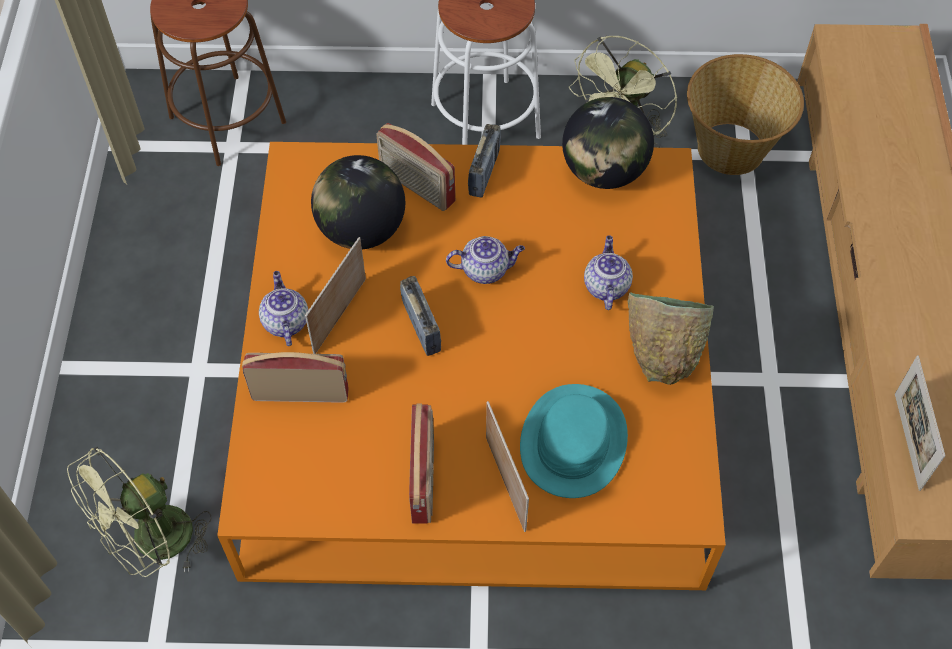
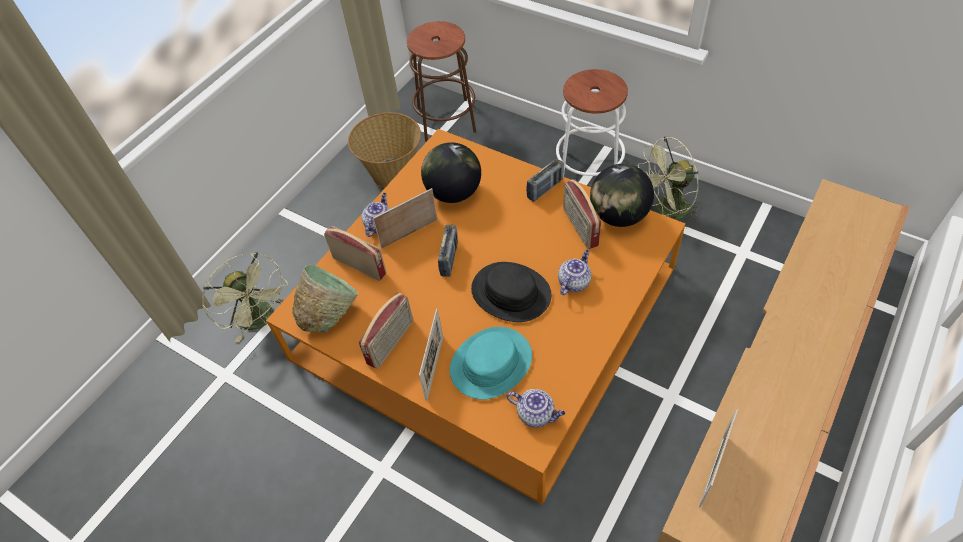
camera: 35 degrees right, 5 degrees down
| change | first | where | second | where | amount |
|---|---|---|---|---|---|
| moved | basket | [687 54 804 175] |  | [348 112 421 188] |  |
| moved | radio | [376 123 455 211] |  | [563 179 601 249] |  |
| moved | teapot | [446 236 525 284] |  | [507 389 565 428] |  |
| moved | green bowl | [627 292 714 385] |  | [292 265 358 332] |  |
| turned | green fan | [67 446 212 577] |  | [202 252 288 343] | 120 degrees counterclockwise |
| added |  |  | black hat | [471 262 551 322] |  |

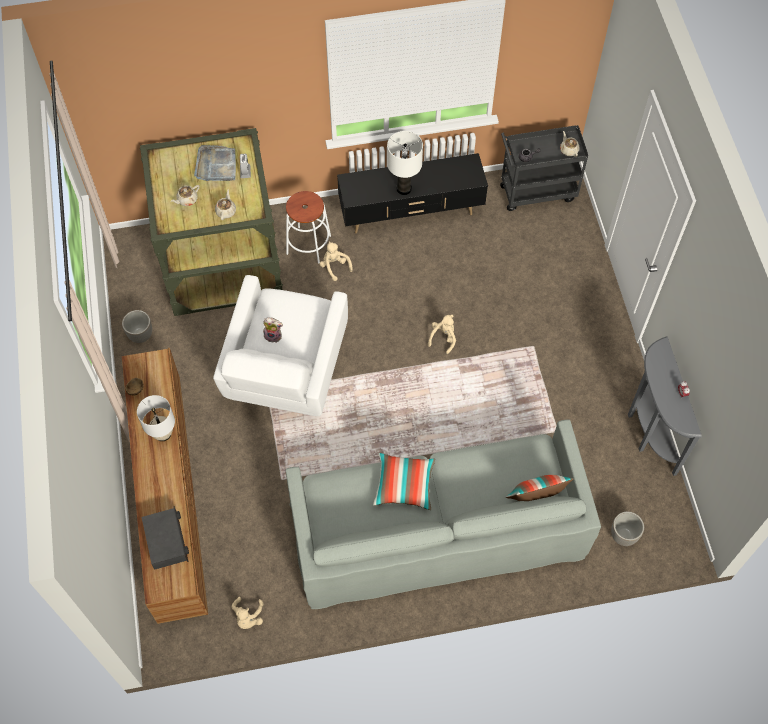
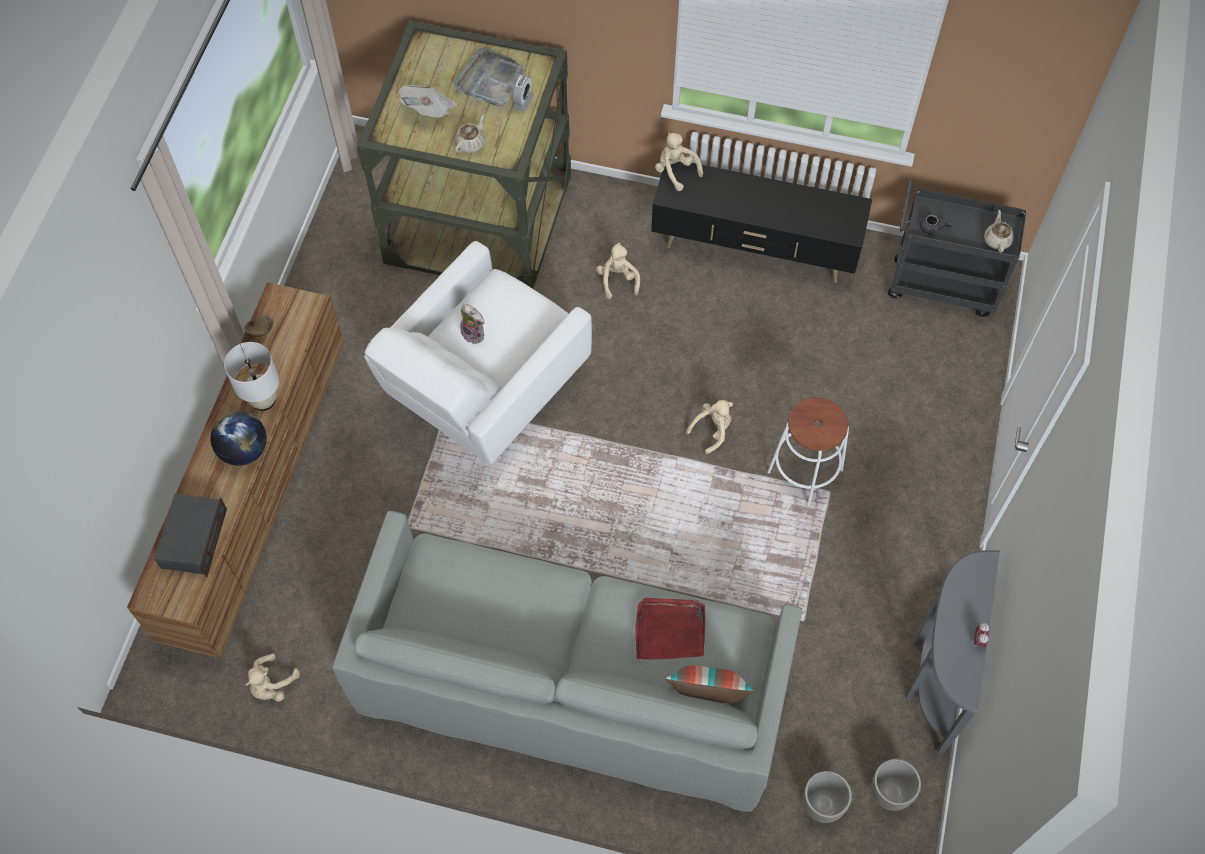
camera: 25 degrees right, 0 degrees up
| change | first | where | second | where | amount |
|---|---|---|---|---|---|
| removed | white table lamp | [387 131 423 195] |  |  |  |
| replaced | beige teapot | [171 185 200 206] | newspaper | [399 85 457 118] |  |
| moved | white stool | [286 191 331 263] |  | [767 397 849 505] |  |
| moved | planter | [122 310 152 343] |  | [871 759 921 811] |  |
| removed | pillow | [373 453 435 510] |  |  |  |
| added |  |  | beige plush toy | [655 132 703 191] |  |
| added |  |  | globe | [210 411 267 466] |  |
| added |  |  | red tray | [635 598 705 660] |  |

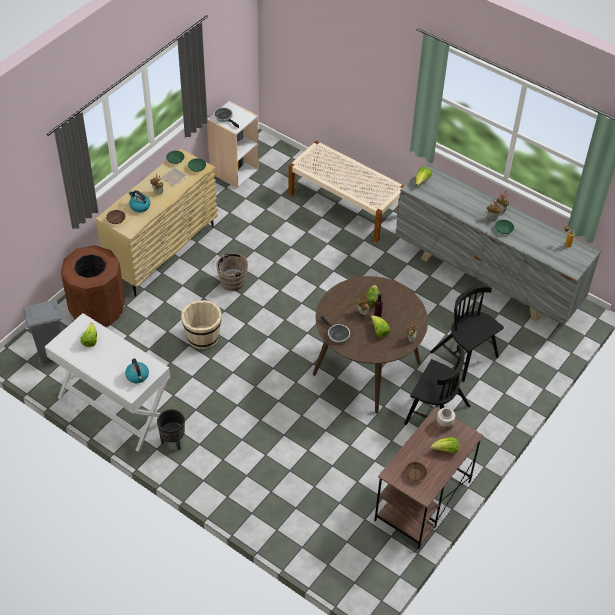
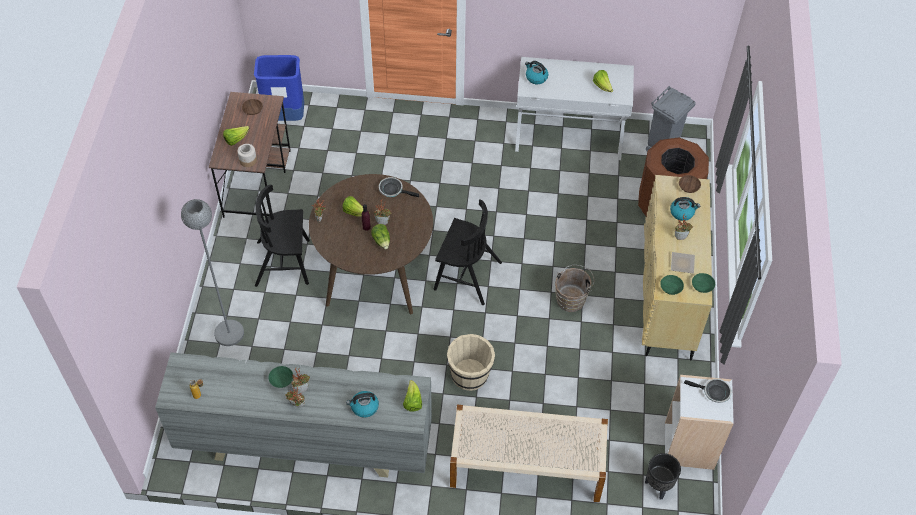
camera: 150 degrees right, 5 degrees up
| change | first | where | second | where | amount |
|---|---|---|---|---|---|
| moved | black chair | [430 285 504 382] |  | [434 200 502 305] |  |
| moved | beige bucket | [181 300 222 349] |  | [447 334 495 391] |  |
| moved | black planter | [157 409 185 451] |  | [645 453 681 500] |  |
| added |  |  | blue trash can | [254 55 304 121] |  |
| added |  |  | grey floor lamp | [181 199 244 346] |  |
| added |  |  | kettle | [346 391 379 417] |  |

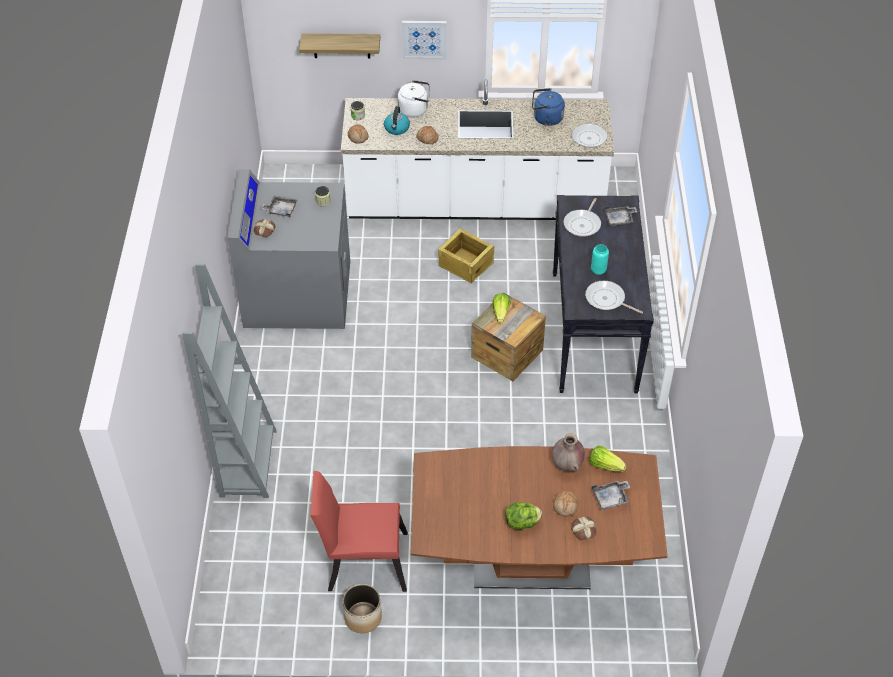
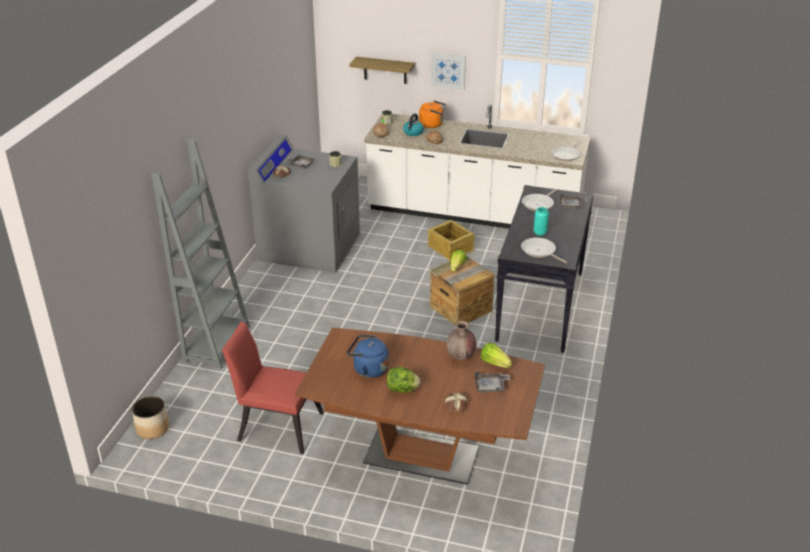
camera: 15 degrees right, 15 degrees down
| change | first | where | second | where | amount |
|---|---|---|---|---|---|
| recoloured | white kettle | [397 80 430 118] | orange kettle | [419 100 446 128] |  |
| moved | blue kettle | [532 88 565 126] |  | [347 335 389 378] |  |
| removed | bread | [553 491 578 517] |  |  |  |
| moved | planter | [343 584 382 633] |  | [132 396 169 439] |  |

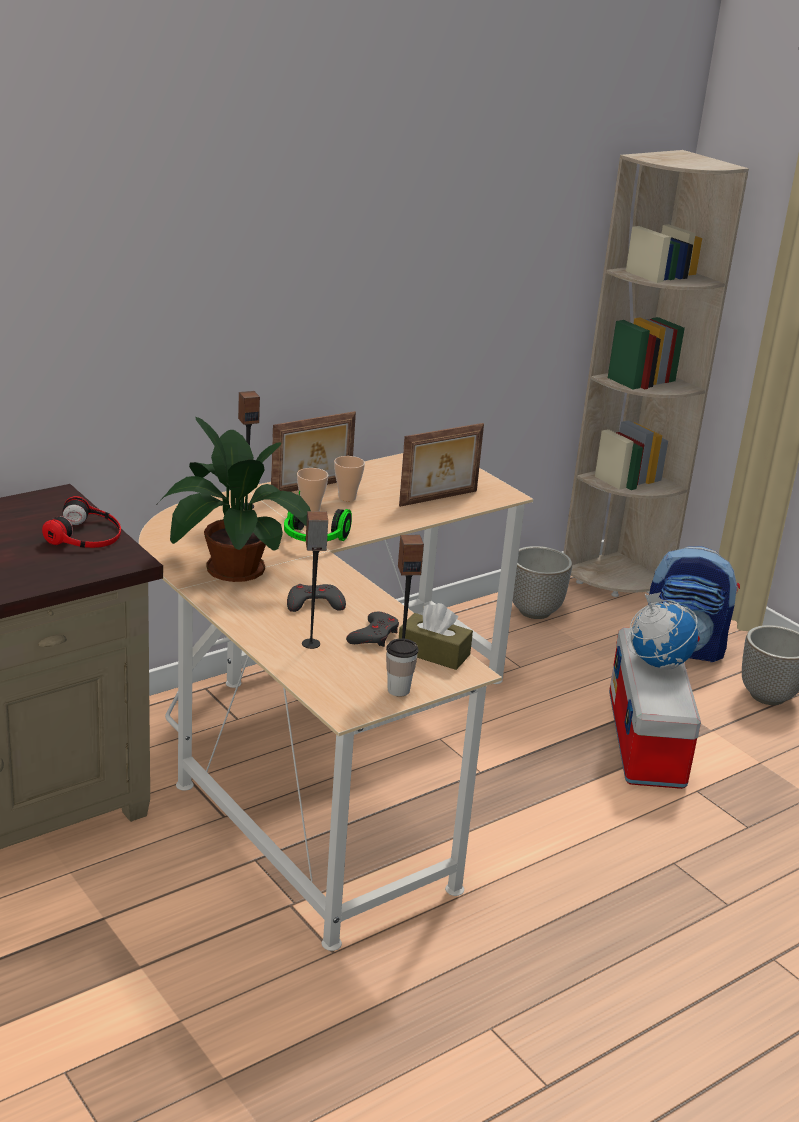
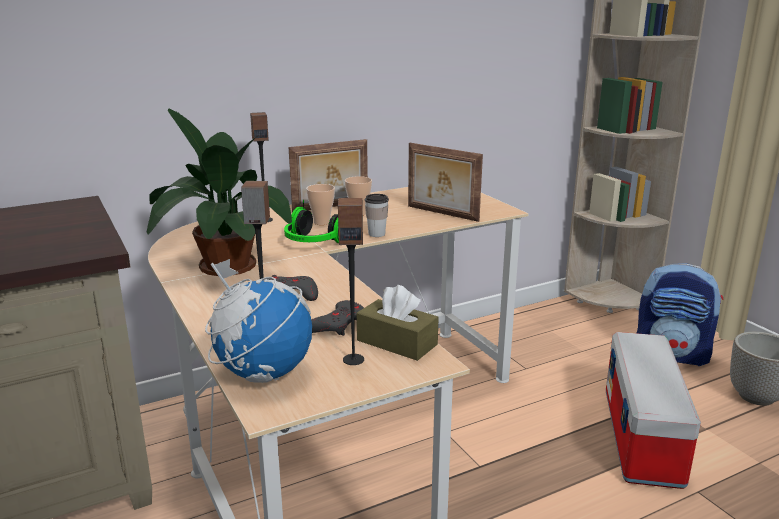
camera: 10 degrees right, 5 degrees down
| change | first | where | second | where | amount |
|---|---|---|---|---|---|
| turned | picture frame | [399 423 484 507] |  | [408 143 483 222] | 60 degrees clockwise |
| removed | headphones | [42 496 121 548] |  |  |  |
| removed | planter | [513 546 572 619] |  |  |  |
| moved | globe | [627 592 698 670] |  | [205 259 312 383] |  |
| moved | cup | [386 638 418 697] |  | [365 194 389 237] |  |

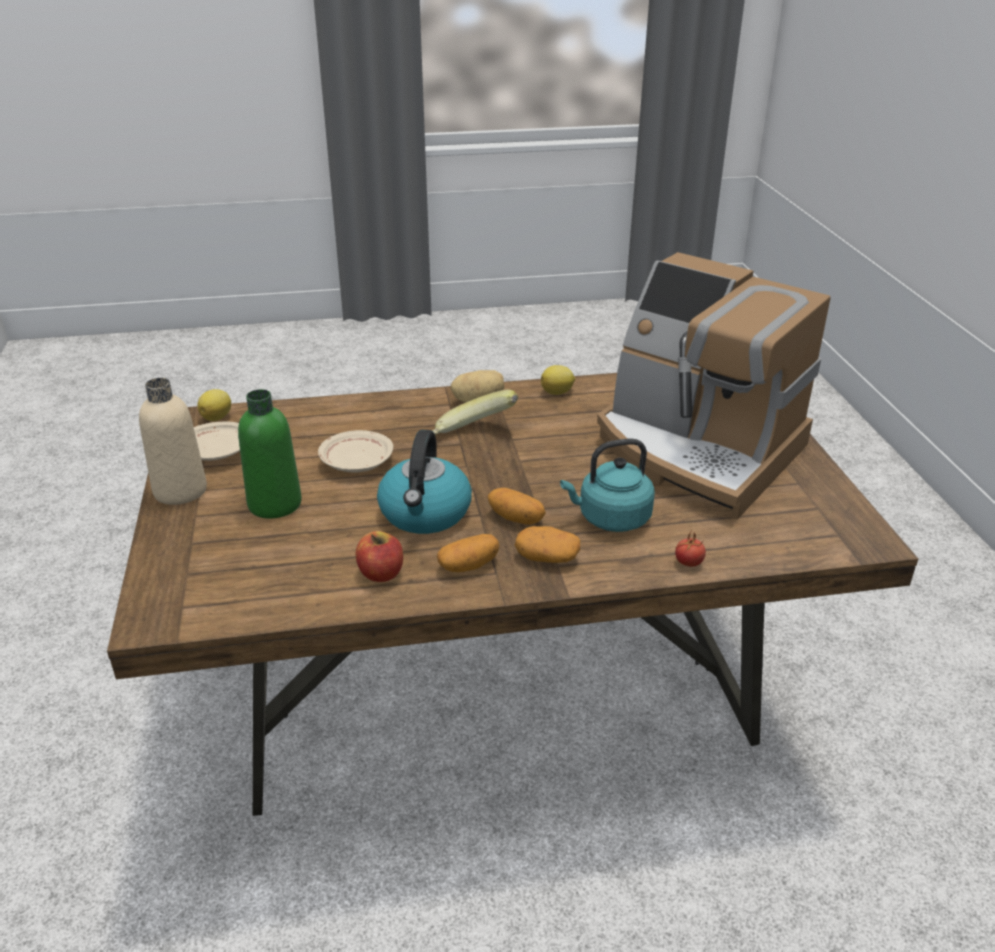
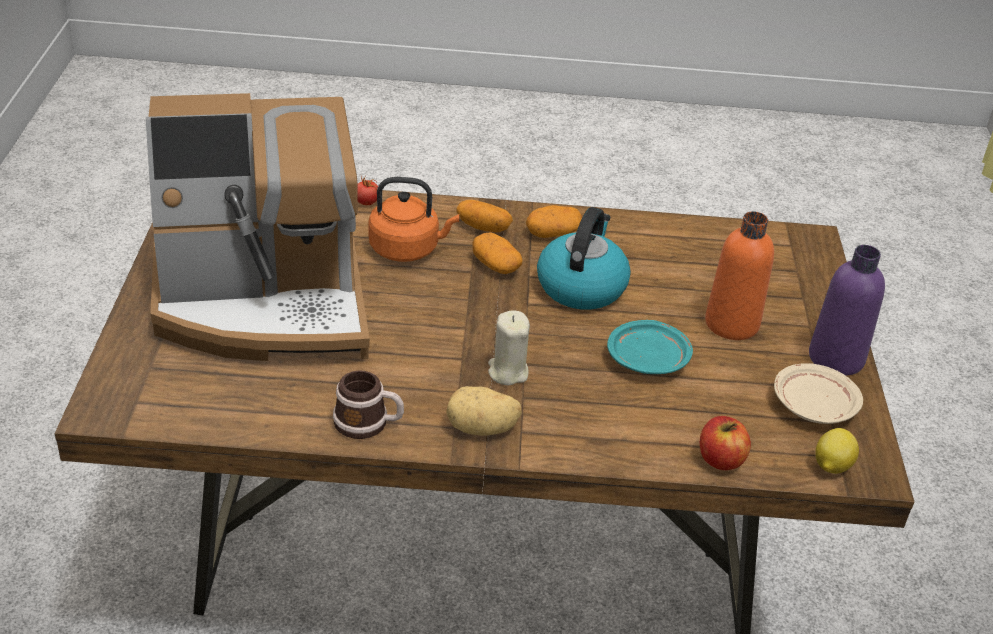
camera: 170 degrees left, 5 degrees up
| change | first | where | second | where | amount |
|---|---|---|---|---|---|
| turned | coffee machine | [597 252 831 520] |  | [146 93 370 361] | 120 degrees clockwise |
| replaced | lemon | [541 365 575 395] | mug | [333 370 404 439] |  |
| recoloured | beige bottle | [139 378 207 505] | purple bottle | [809 245 885 376] |  |
| recoloured | green bottle | [238 389 302 519] | orange bottle | [705 211 774 340] |  |
| replaced | banana | [433 390 518 436] | beige candle | [488 310 530 385] |  |
| recoloured | beige plate | [318 430 393 472] | turquoise plate | [607 320 693 374] |  |
| recoloured | turquoise kettle | [560 438 655 532] | orange kettle | [369 177 459 262] |  |
| moved | apple | [356 531 403 582] |  | [700 416 751 470] |  |

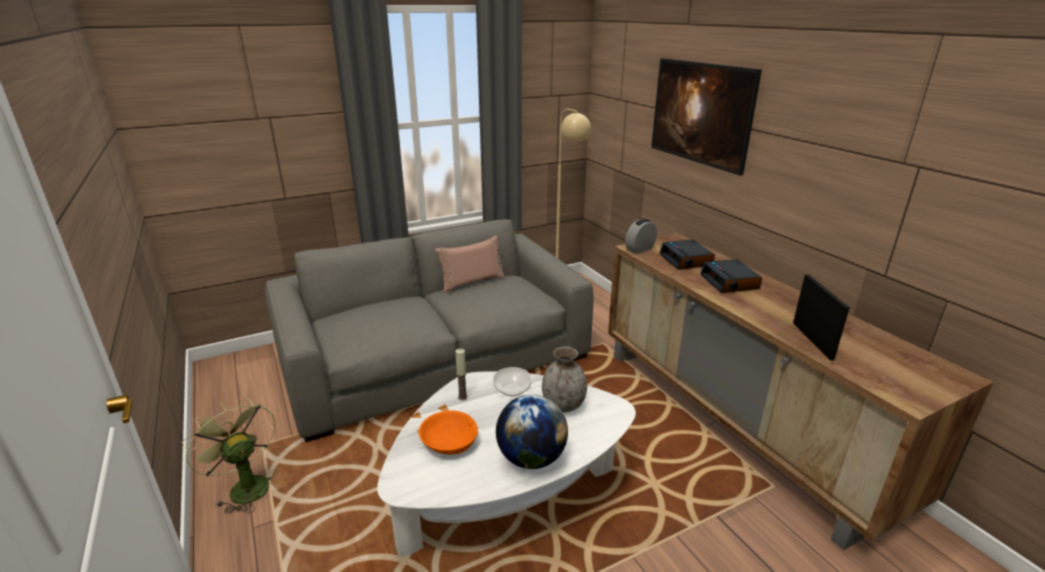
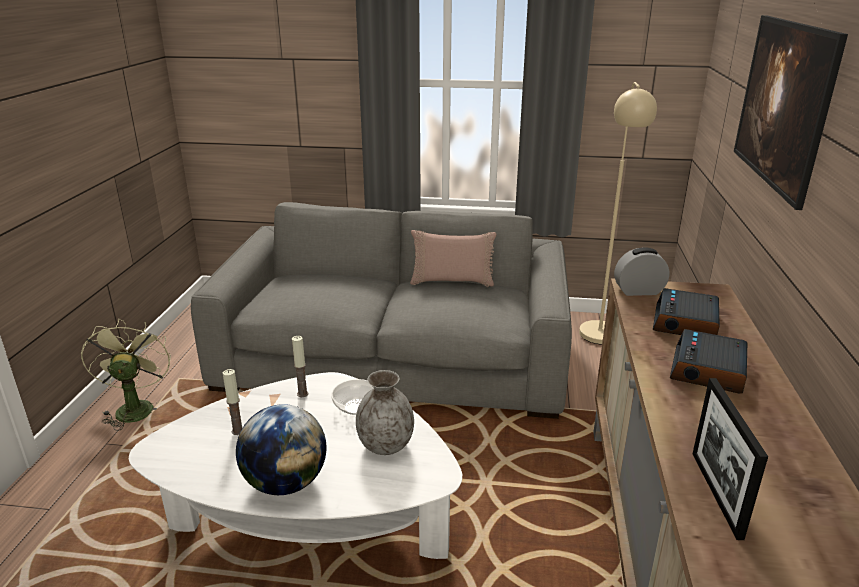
camera: 35 degrees right, 0 degrees up
| change | first | where | second | where | amount |
|---|---|---|---|---|---|
| turned | picture frame | [793 274 850 361] |  | [692 378 768 540] | 150 degrees clockwise |
| replaced | orange bowl | [419 411 478 455] | candle | [223 369 243 435] |  |

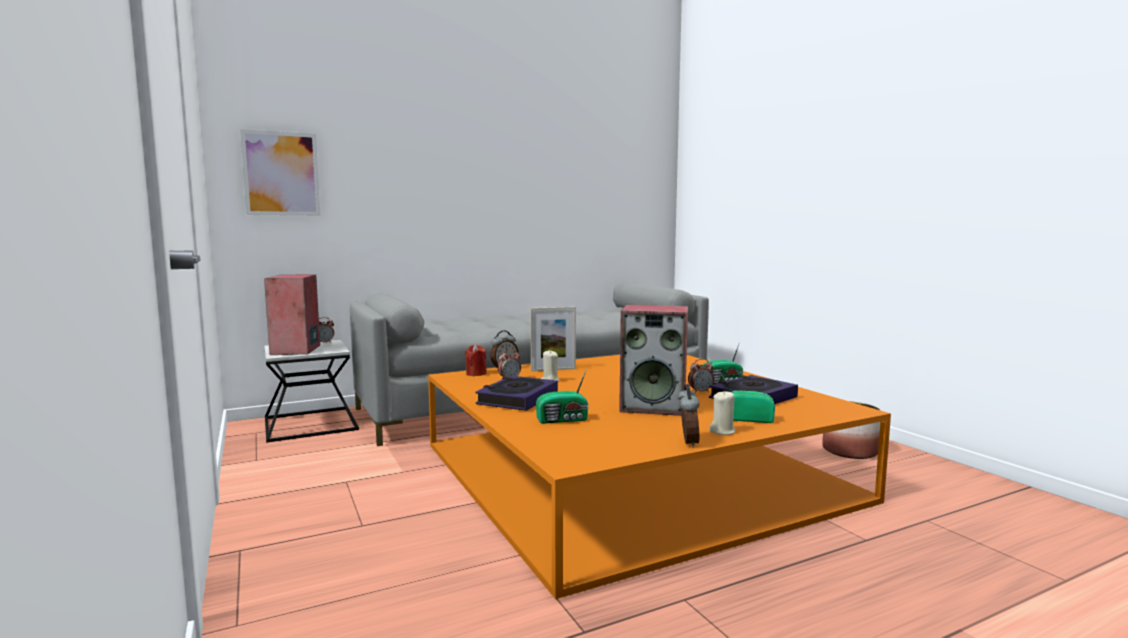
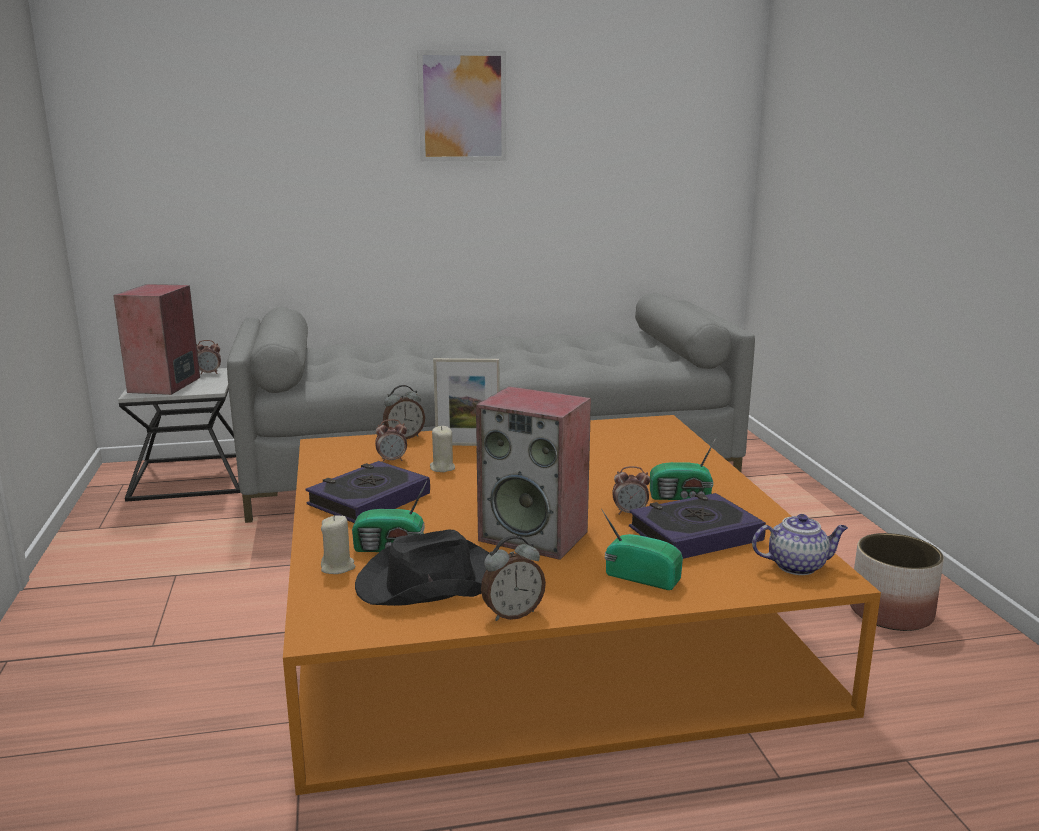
camera: 15 degrees right, 10 degrees up
| change | first | where | second | where | amount |
|---|---|---|---|---|---|
| moved | picture | [240 129 320 216] |  | [417 50 506 162] |  |
| removed | red candle | [465 344 487 376] |  |  |  |
| turned | alarm clock | [678 384 700 448] |  | [481 536 546 621] | 45 degrees clockwise |
| moved | beige candle | [709 390 736 435] |  | [321 515 355 574] |  |
| added |  |  | teapot | [752 514 848 575] |  |
| added |  |  | black hat | [355 529 489 606] |  |

